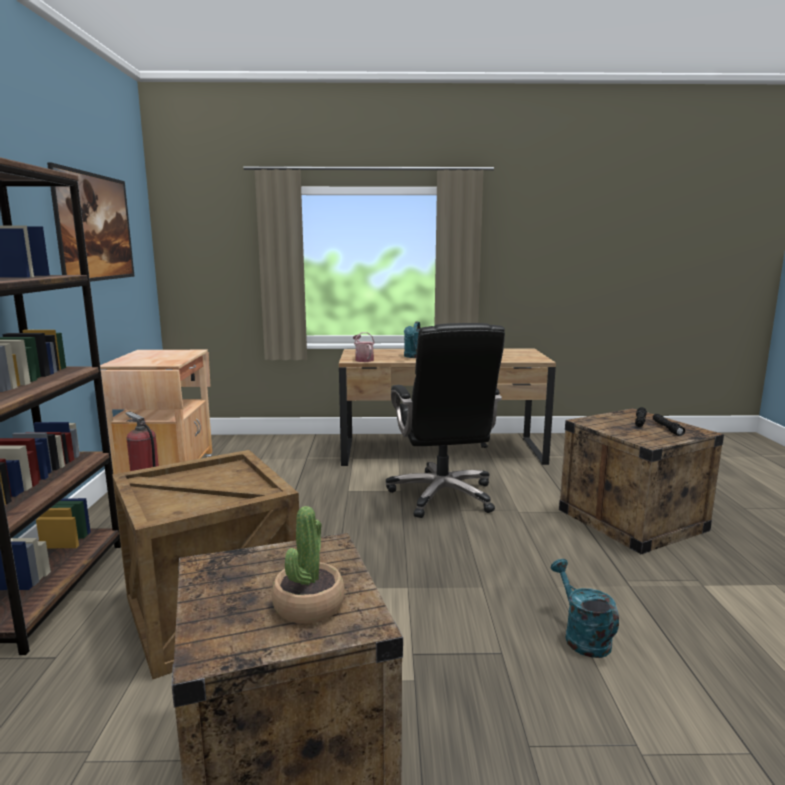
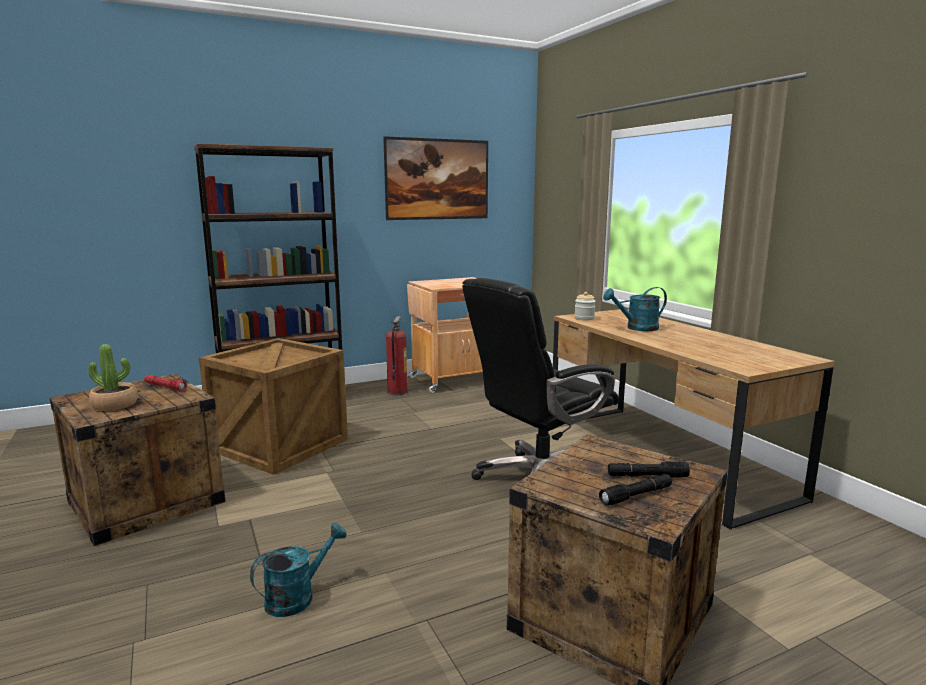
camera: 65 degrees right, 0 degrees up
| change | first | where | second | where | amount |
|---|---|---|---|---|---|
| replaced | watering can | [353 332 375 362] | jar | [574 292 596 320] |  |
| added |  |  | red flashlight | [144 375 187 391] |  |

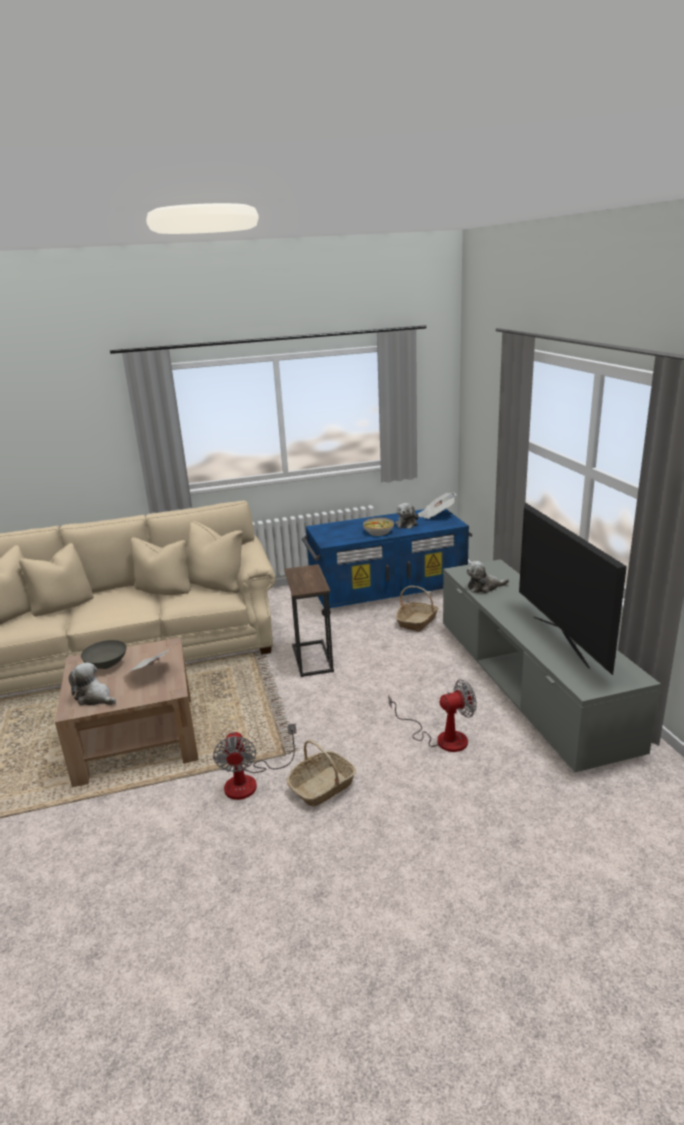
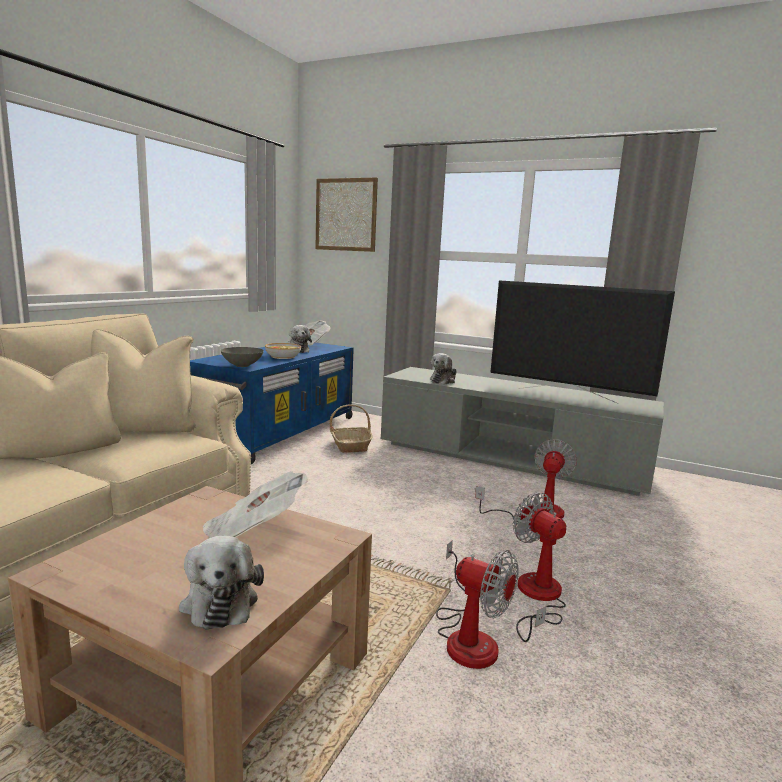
camera: 50 degrees left, 10 degrees down
| change | first | where | second | where | amount |
|---|---|---|---|---|---|
| removed | brown side table | [284 564 334 677] |  |  |  |
| moved | grey bowl | [81 640 126 669] |  | [220 347 264 367] |  |
| turned | plush toy | [69 662 116 705] |  | [179 536 264 630] | 90 degrees counterclockwise |
| replaced | basket | [287 740 356 806] | fan | [513 492 566 642] |  |
| added |  |  | picture | [315 177 378 252] |  |

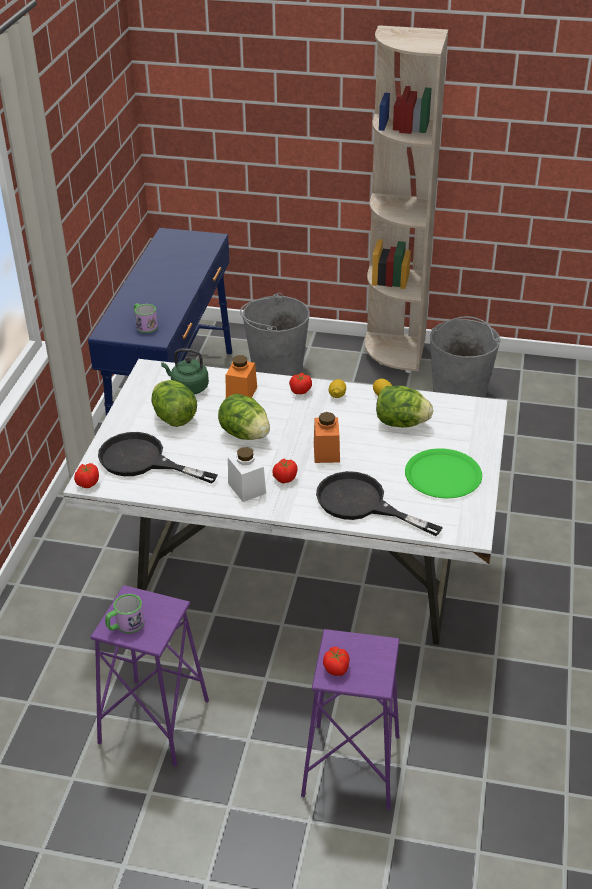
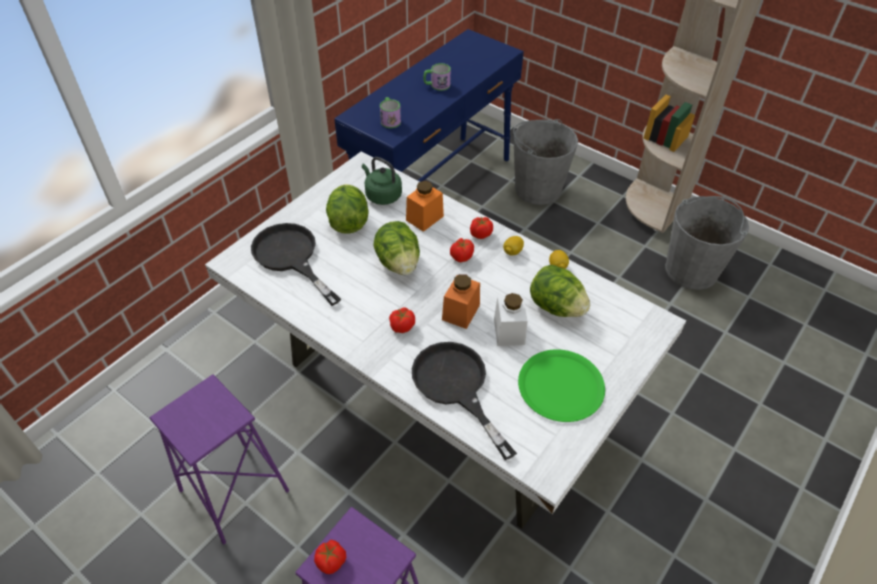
camera: 25 degrees right, 10 degrees up
| change | first | where | second | where | amount |
|---|---|---|---|---|---|
| moved | white jar | [228 447 266 502] |  | [494 293 527 346] |  |
| moved | tomato | [74 463 99 488] |  | [450 238 474 262] |  |
| moved | mug | [105 594 144 633] |  | [423 63 451 91] |  |

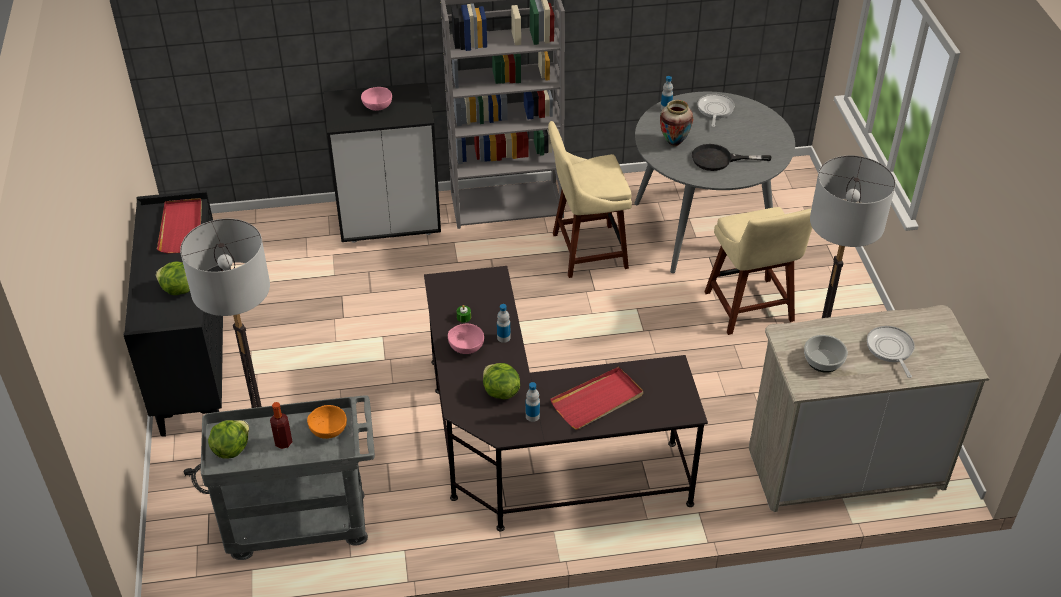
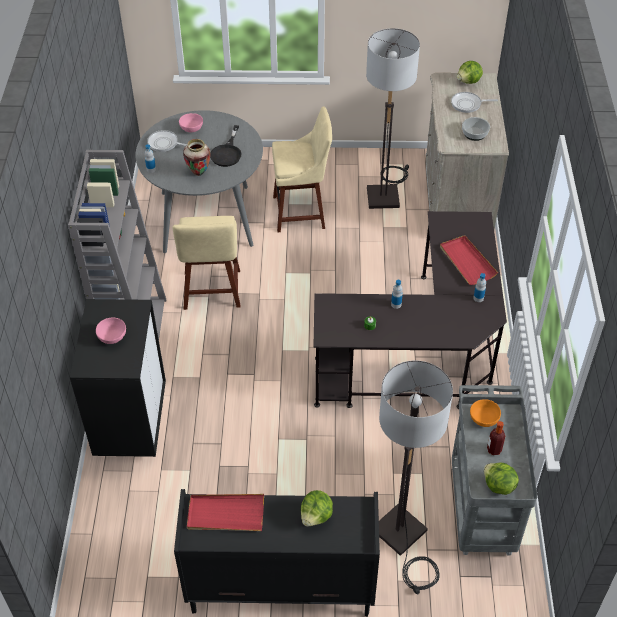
camera: 80 degrees left, 5 degrees up
| change | first | where | second | where | amount |
|---|---|---|---|---|---|
| moved | pink bowl | [448 323 484 354] |  | [179 113 203 132] |  |
| moved | lettuce | [483 363 520 400] |  | [457 61 483 84] |  |

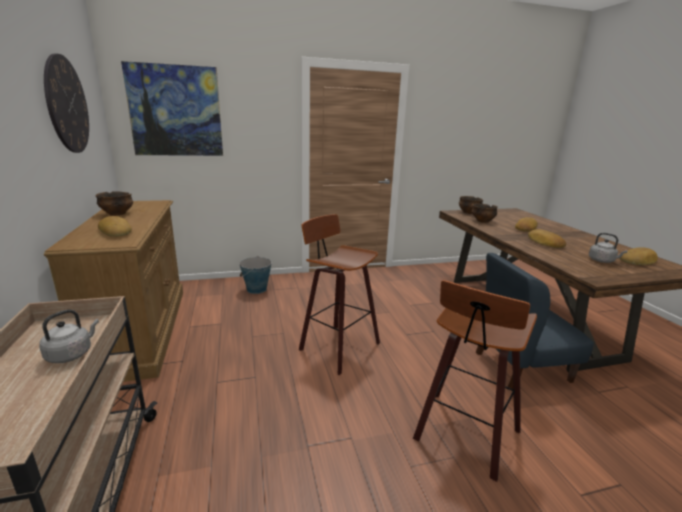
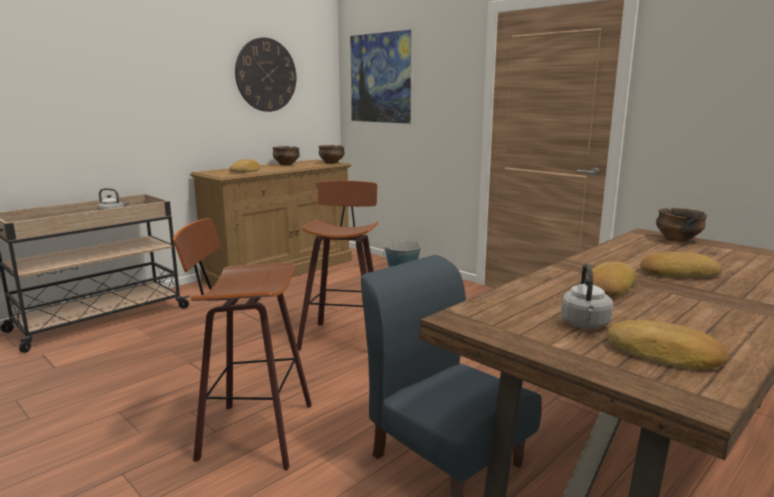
camera: 60 degrees right, 5 degrees down
| change | first | where | second | where | amount |
|---|---|---|---|---|---|
| moved | bowl | [472 203 498 223] |  | [319 145 345 164] |  |

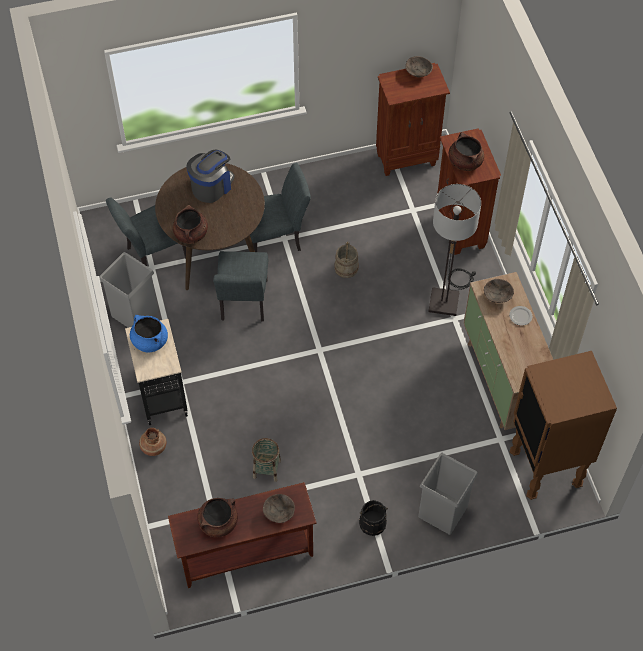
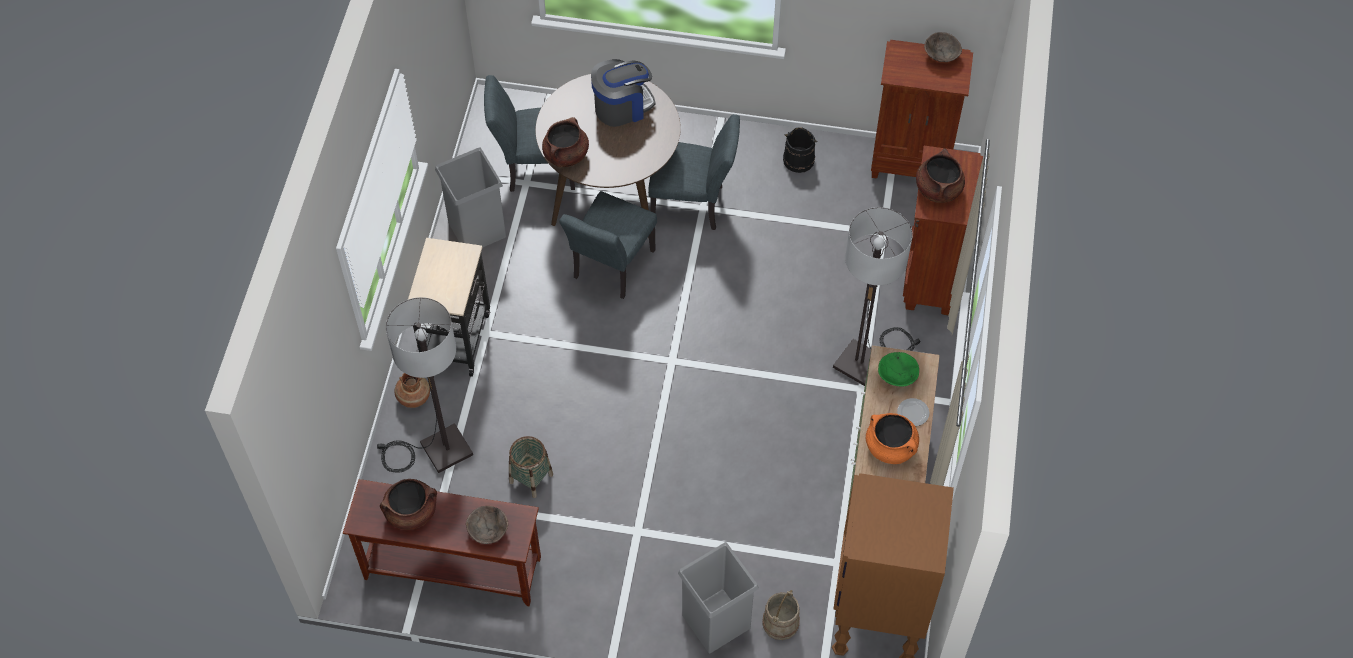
camera: 25 degrees right, 0 degrees up
| change | first | where | second | where | amount |
|---|---|---|---|---|---|
| moved | beige bucket | [334 241 359 278] |  | [762 590 800 640] |  |
| recoloured | brown bowl | [484 279 514 303] | green bowl | [878 352 919 387] |  |
| removed | blue cooking pot | [130 315 168 352] |  |  |  |
| moved | black bucket | [359 500 388 536] |  | [783 127 817 173] |  |
| added |  |  | floor lamp | [377 297 473 473] |  |
| added |  |  | orange cooking pot | [866 413 919 464] |  |

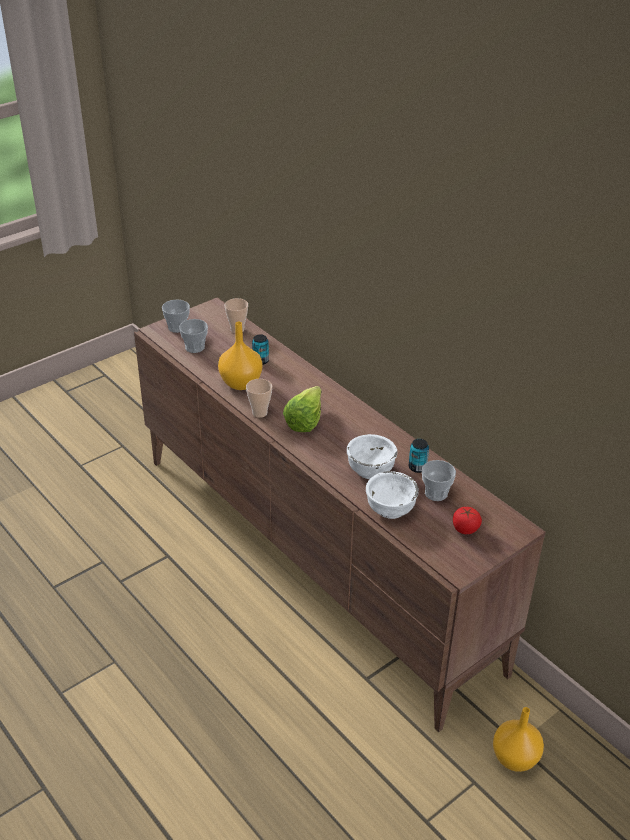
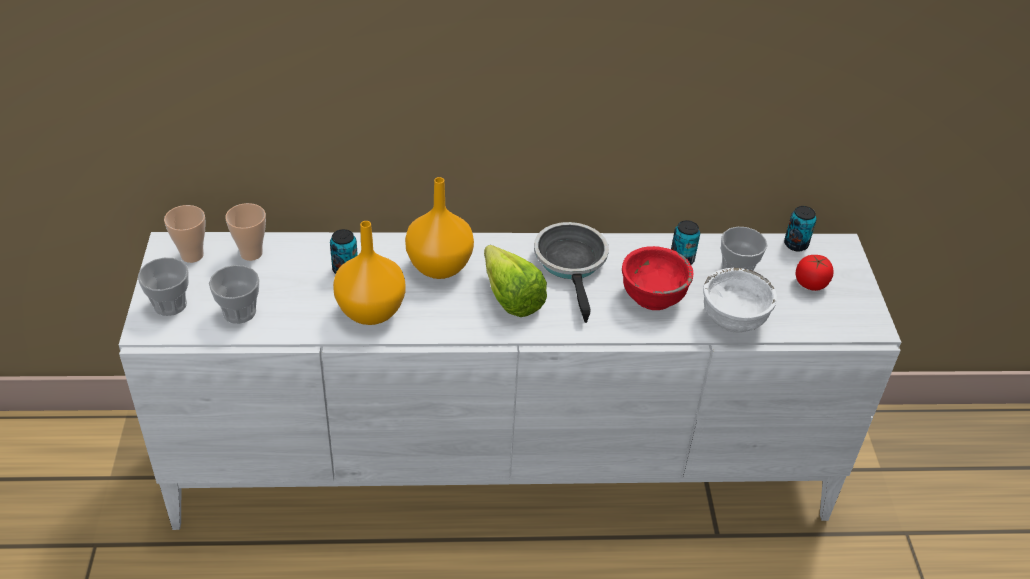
camera: 55 degrees left, 5 degrees up
| change | first | where | second | where | amount |
|---|---|---|---|---|---|
| recoloured | brown cabinet | [134 297 546 732] | white cabinet | [119 232 901 530] |  |
| moved | cup | [246 379 272 418] |  | [164 205 206 263] |  |
| recoloured | white bowl | [347 434 397 479] | red bowl | [622 246 693 310] |  |
| moved | orange vase | [493 707 544 772] |  | [405 177 474 279] |  |
| added |  |  | can | [784 206 816 251] |  |
| added |  |  | frying pan | [534 222 609 323] |  |

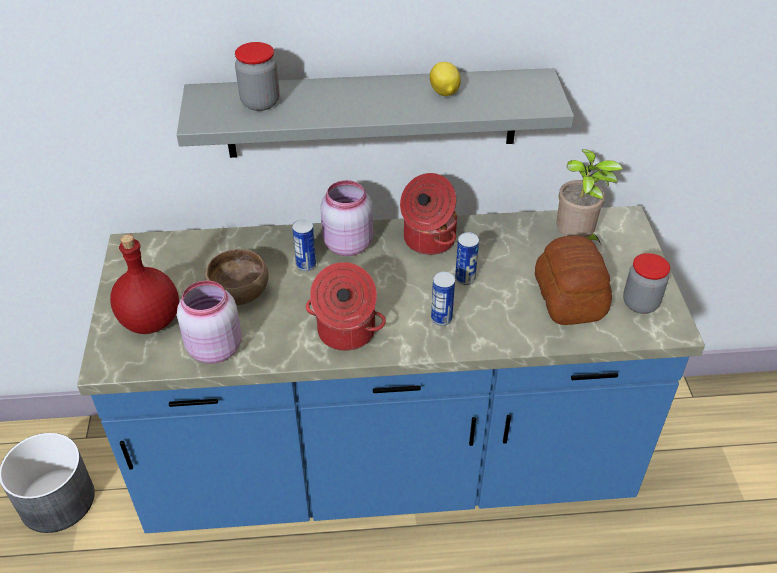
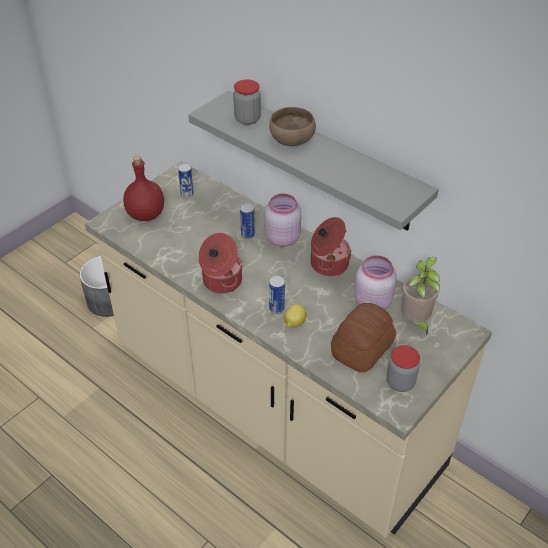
camera: 45 degrees right, 0 degrees up
| change | first | where | second | where | amount |
|---|---|---|---|---|---|
| moved | lemon | [430 62 461 96] |  | [284 304 306 328] |  |
| recoloured | blue counter | [77 206 705 533] | beige counter | [85 161 492 538] |  |
| moved | can | [455 232 479 285] |  | [178 163 194 198] |  |
| moved | brown bowl | [205 249 269 305] |  | [269 107 316 146] |  |
| moved | pink jar | [177 280 241 364] |  | [354 255 397 309] |  |

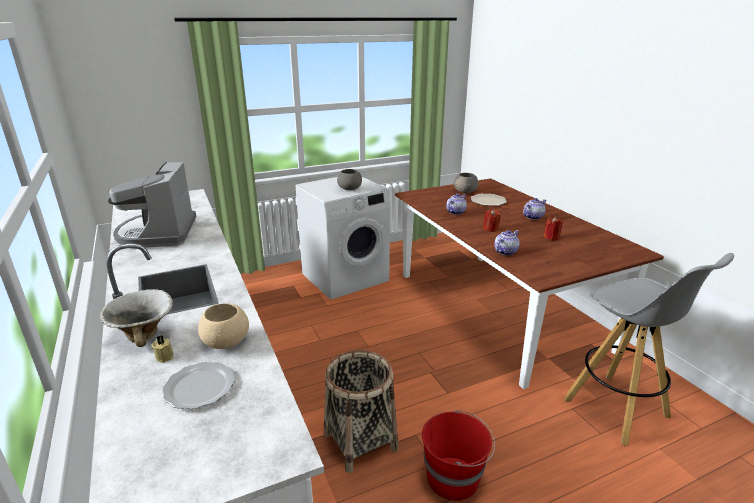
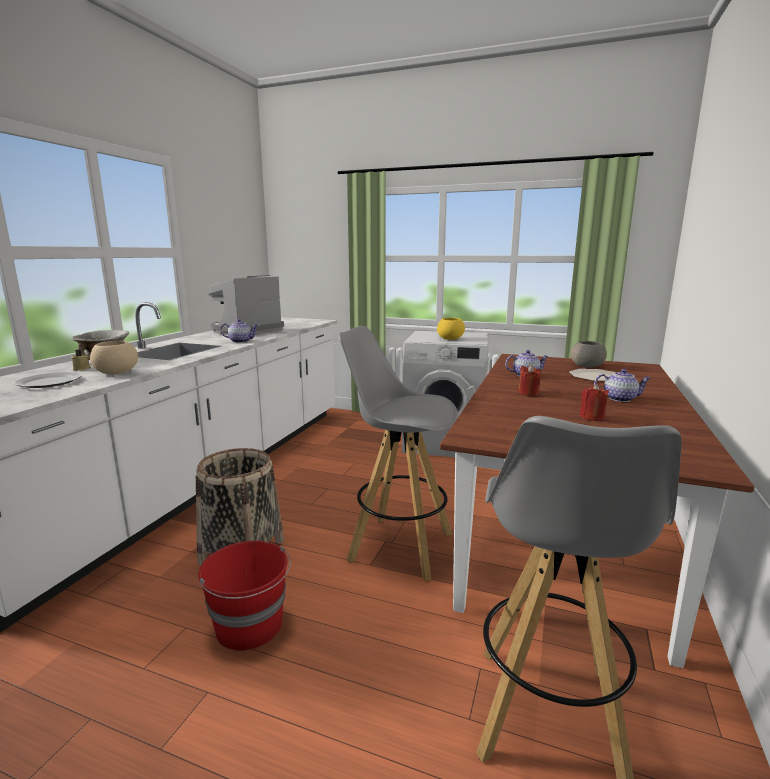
camera: 45 degrees right, 10 degrees down
| change | first | where | second | where | amount |
|---|---|---|---|---|---|
| recoloured | grey bowl | [337 169 362 190] | yellow bowl | [437 318 465 340] |  |
| moved | teapot | [494 230 520 255] |  | [220 319 258 343] |  |
| added |  |  | grey stool | [338 326 458 582] |  |

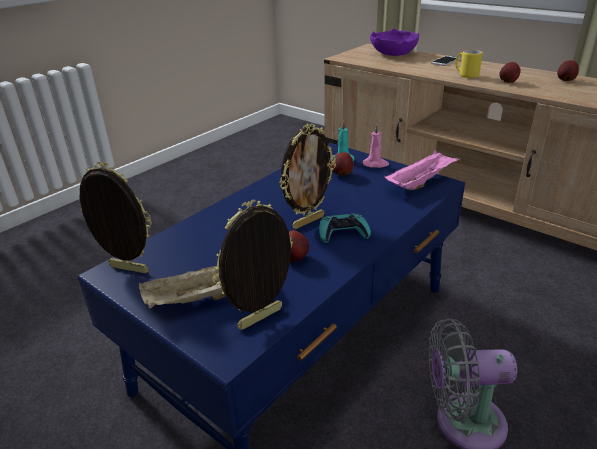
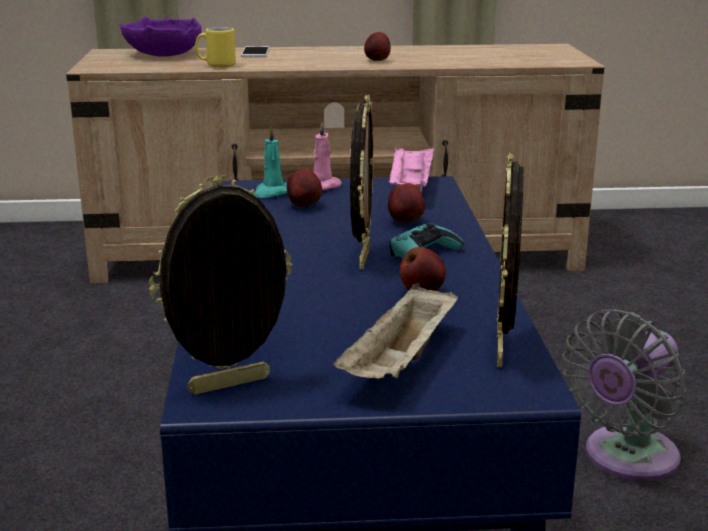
camera: 45 degrees left, 10 degrees down
| change | first | where | second | where | amount |
|---|---|---|---|---|---|
| moved | yellow mug | [455 50 483 78] |  | [195 27 236 68] |  |
| moved | apple | [557 60 579 81] |  | [388 183 425 224] |  |

